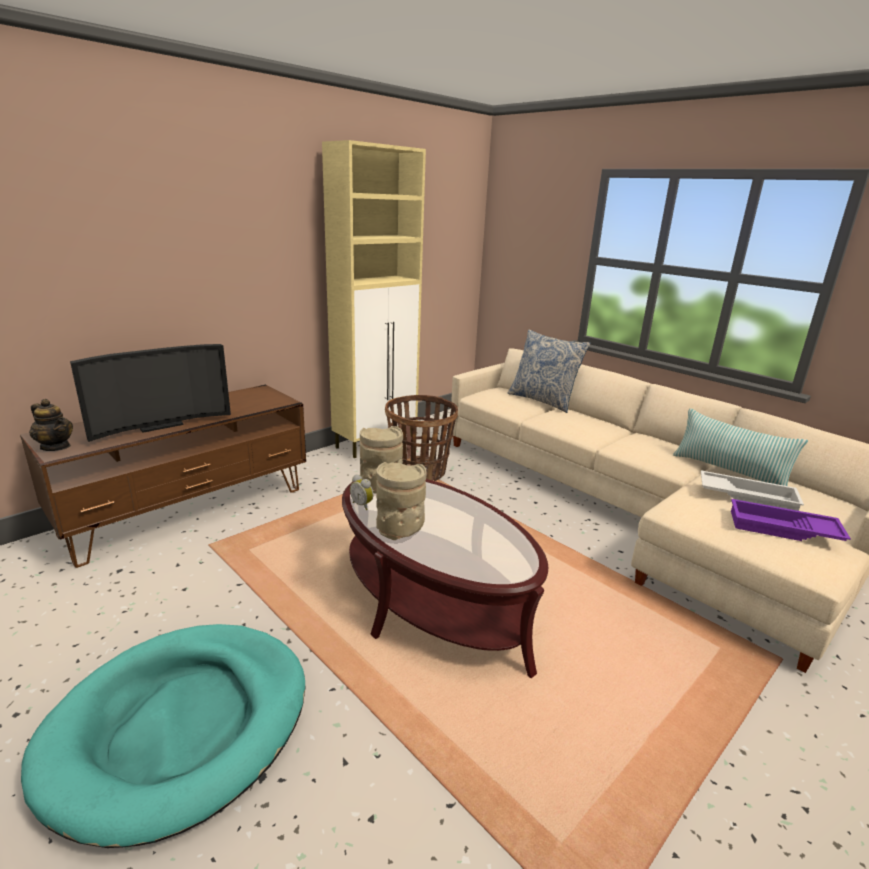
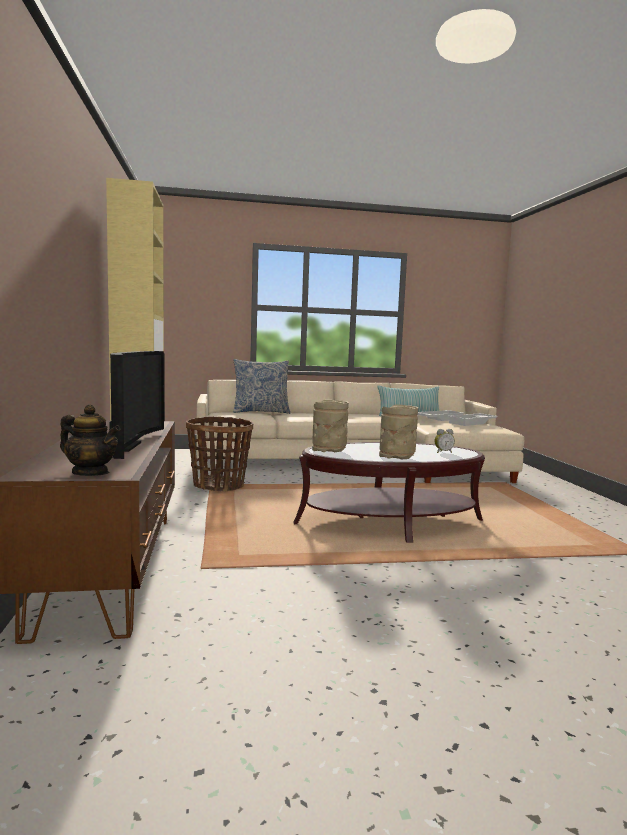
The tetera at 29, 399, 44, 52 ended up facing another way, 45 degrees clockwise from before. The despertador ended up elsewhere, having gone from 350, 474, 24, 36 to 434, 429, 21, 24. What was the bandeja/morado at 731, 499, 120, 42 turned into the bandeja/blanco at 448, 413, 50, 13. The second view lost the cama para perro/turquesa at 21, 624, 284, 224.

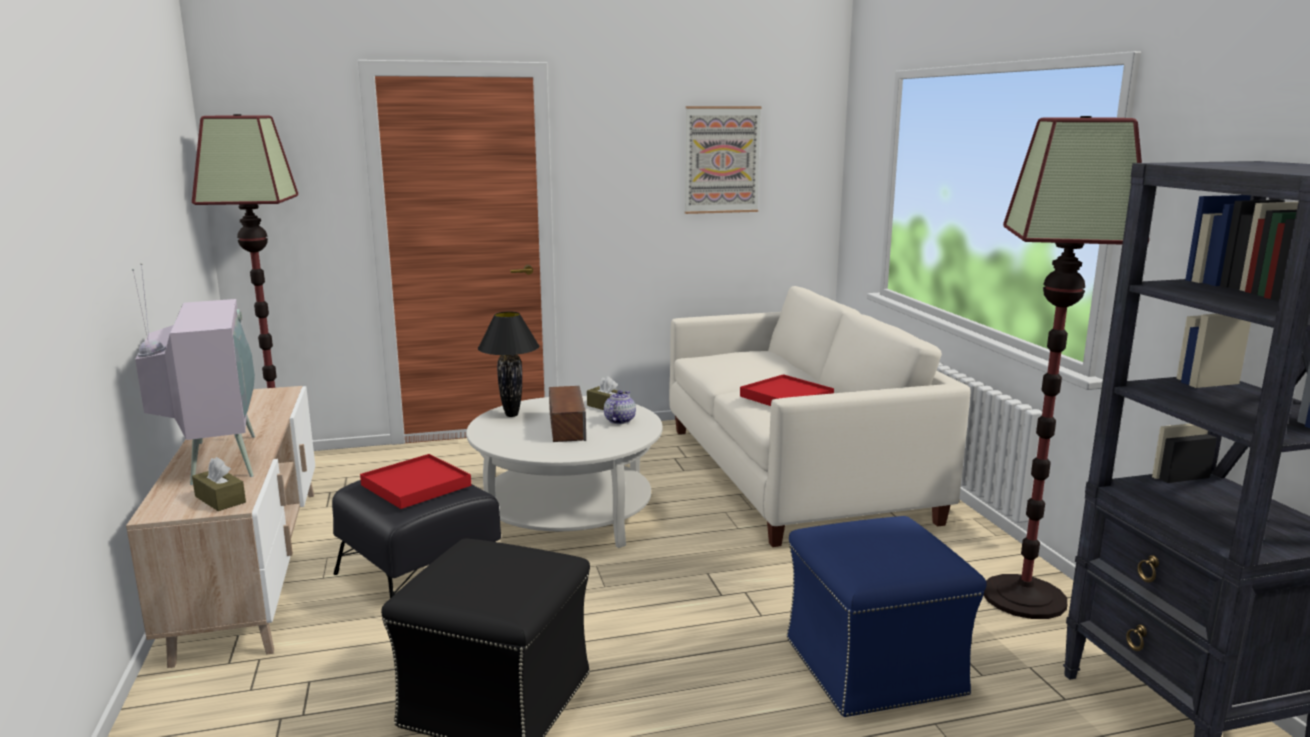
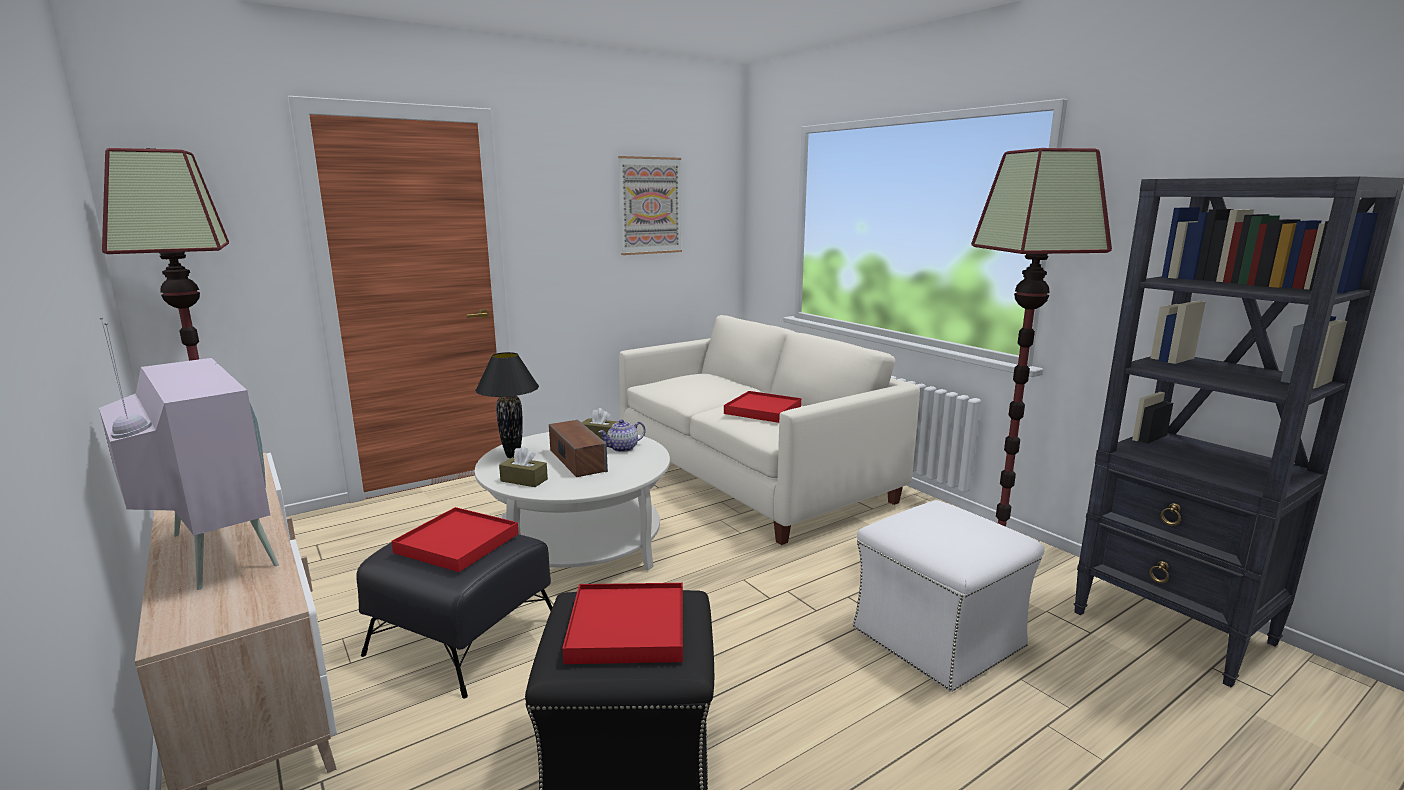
The caja de pañuelos/marrón ended up elsewhere, having gone from 192, 457, 54, 54 to 499, 446, 49, 41. The second view gained the bandeja/rojo at 563, 583, 120, 81. The tetera at 604, 390, 32, 34 ended up facing another way, 120 degrees counterclockwise from before. What was the puf/azul at 786, 516, 201, 201 turned into the puf/blanco at 853, 500, 192, 192.

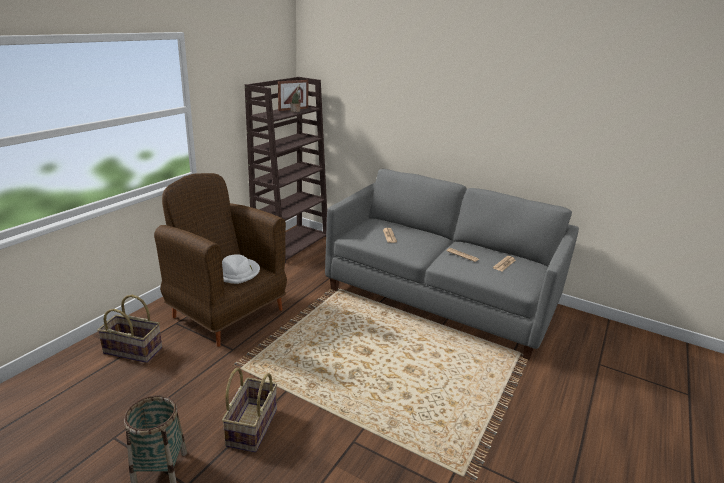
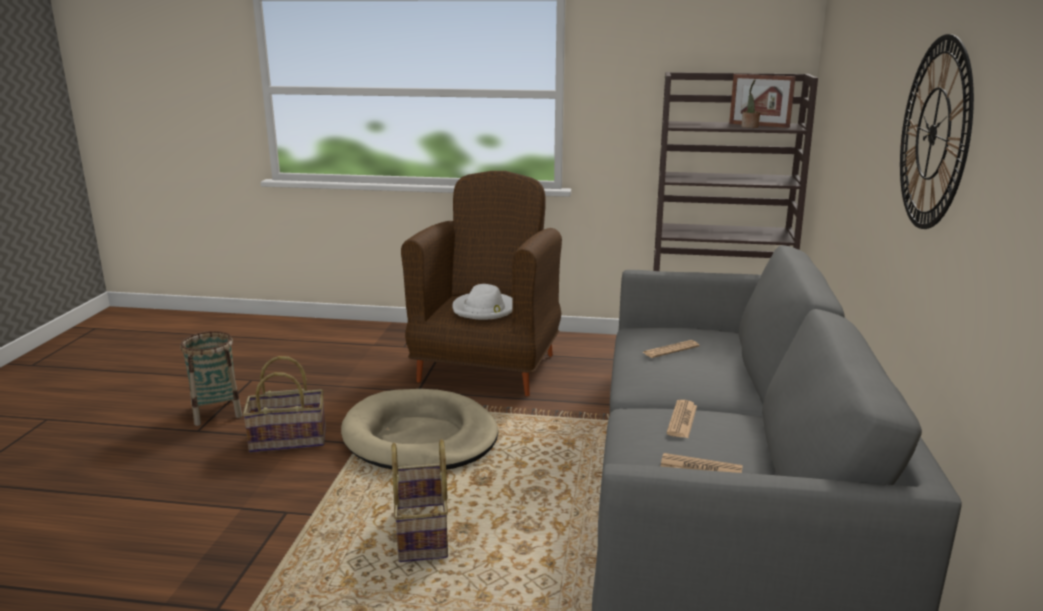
The second view gained the cama para perro/beis at 341, 389, 157, 81. The cesta ended up elsewhere, having gone from 97, 295, 65, 68 to 392, 439, 56, 123. The second view gained the reloj de pared at 900, 34, 74, 195.

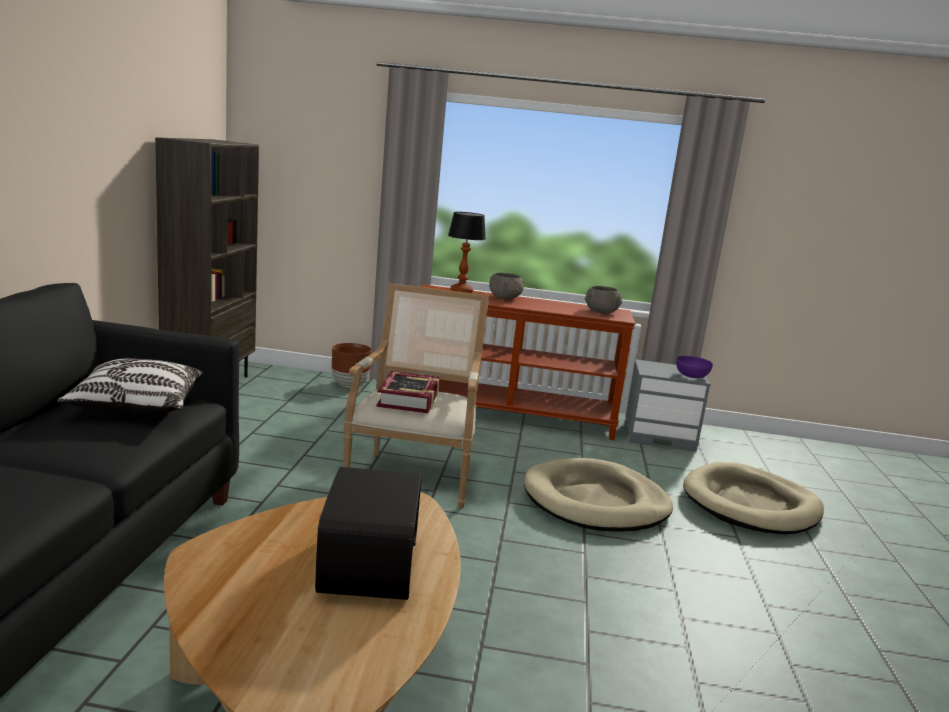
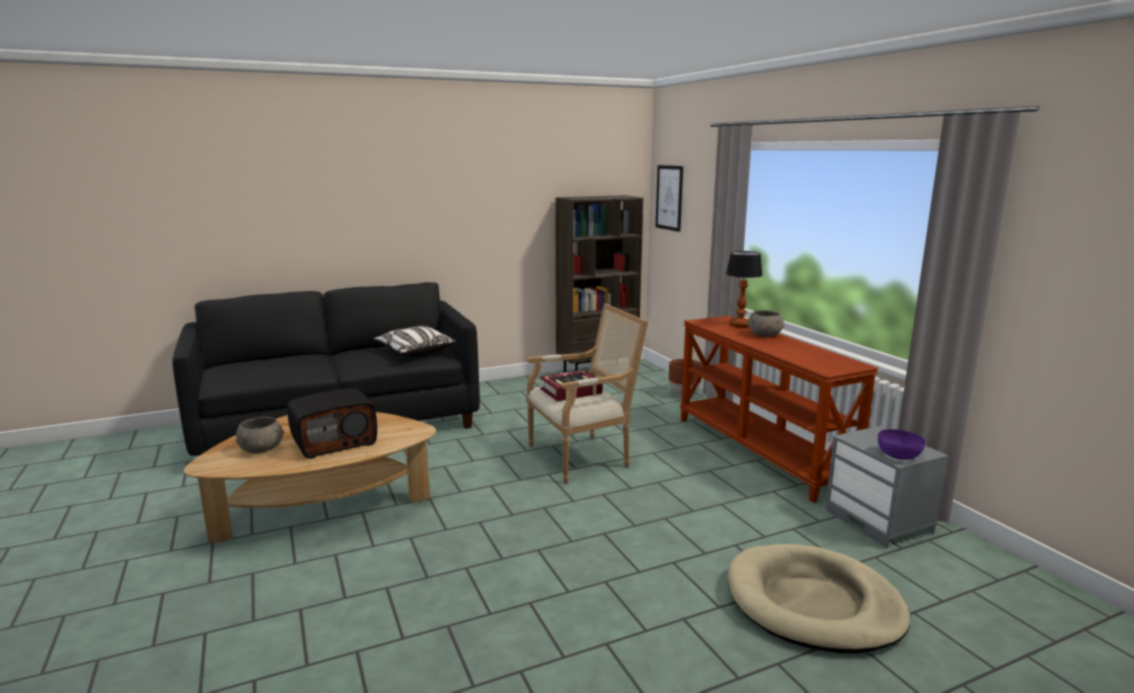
The cuenco/gris ended up elsewhere, having gone from 585, 286, 37, 28 to 235, 417, 49, 36. The second view gained the cuadro at 655, 165, 28, 67. The second view lost the cama para perro/beis at 524, 458, 149, 74.

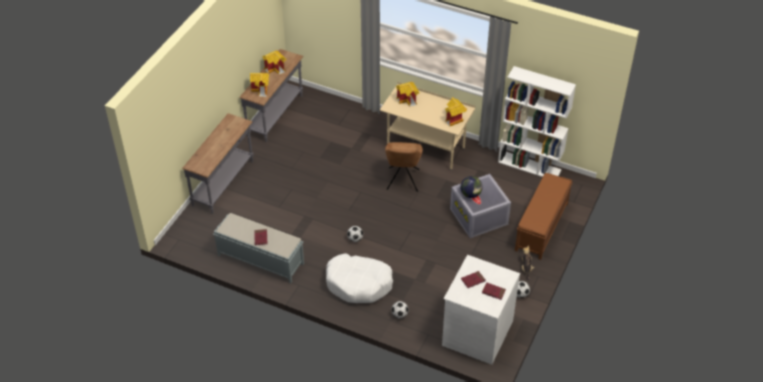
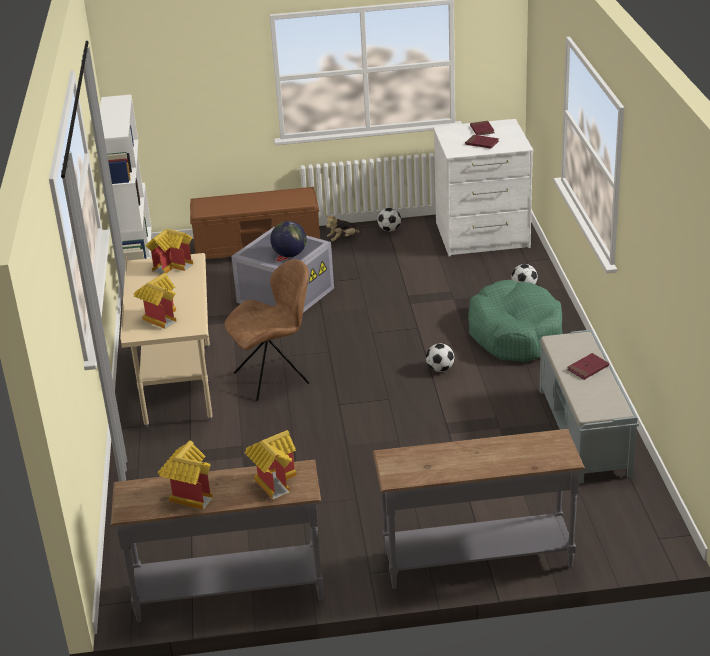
What was the cama para perro/blanco at 326, 253, 67, 50 turned into the cama para perro/verde at 468, 280, 95, 82.

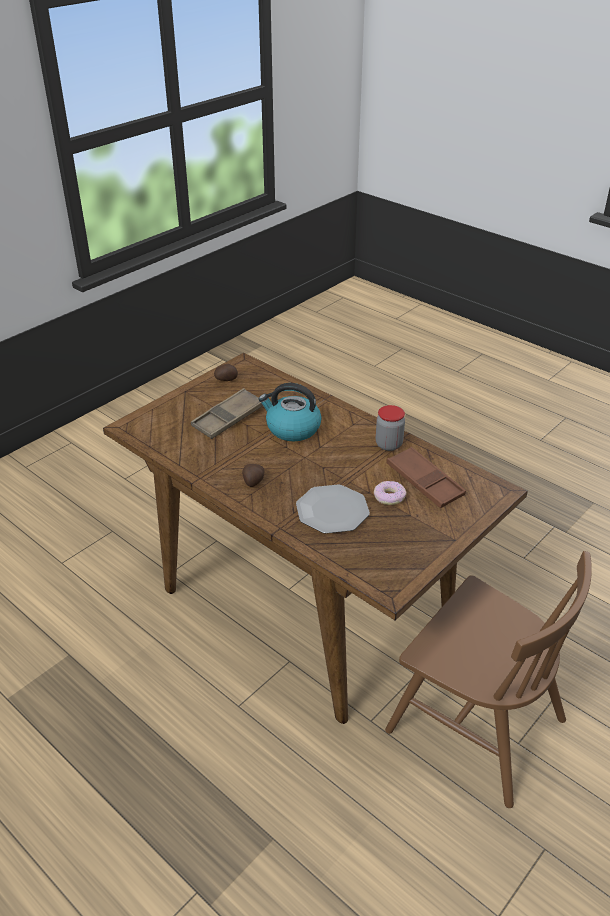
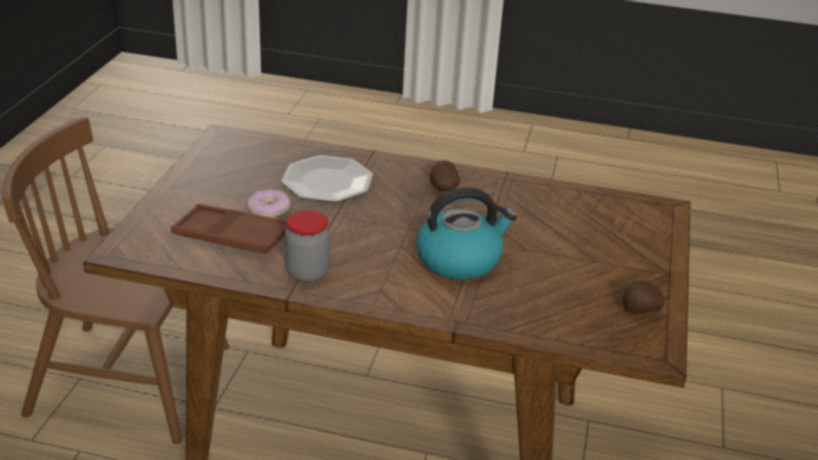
The second view lost the bandeja/marrón at 191, 388, 72, 51.

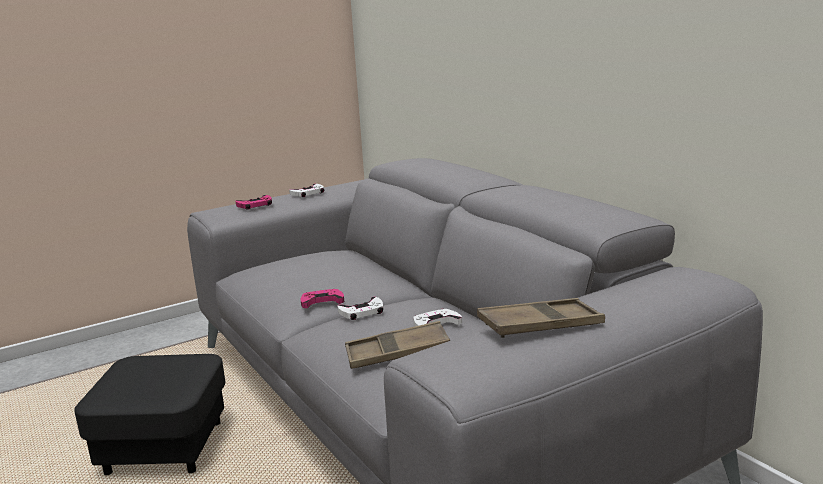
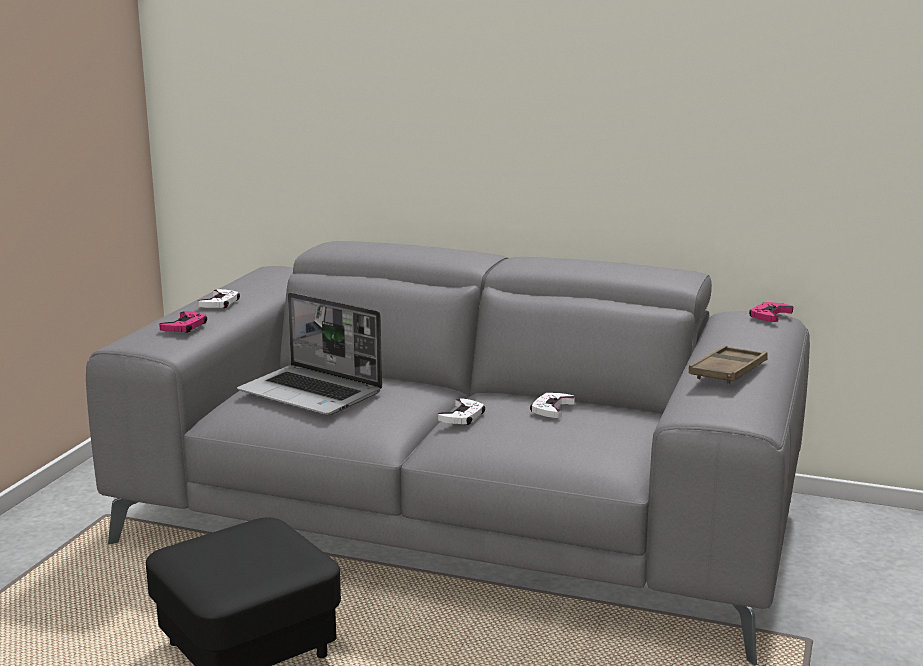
The second view gained the portátil at 237, 292, 145, 123. The mando de consola/rosa ended up elsewhere, having gone from 300, 289, 44, 19 to 749, 302, 44, 20. The second view lost the bandeja/marrón at 345, 321, 105, 48.

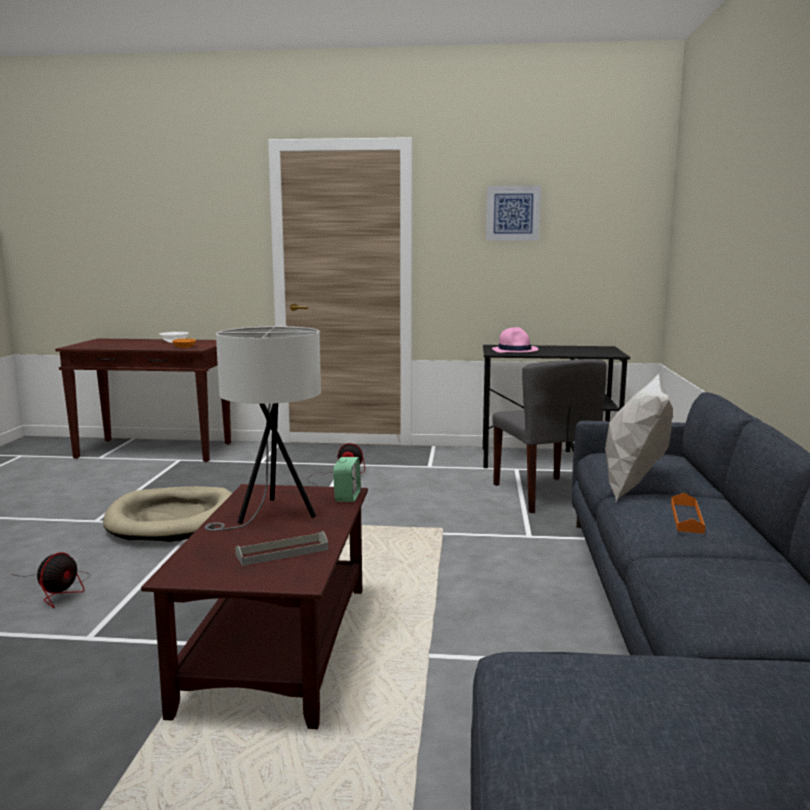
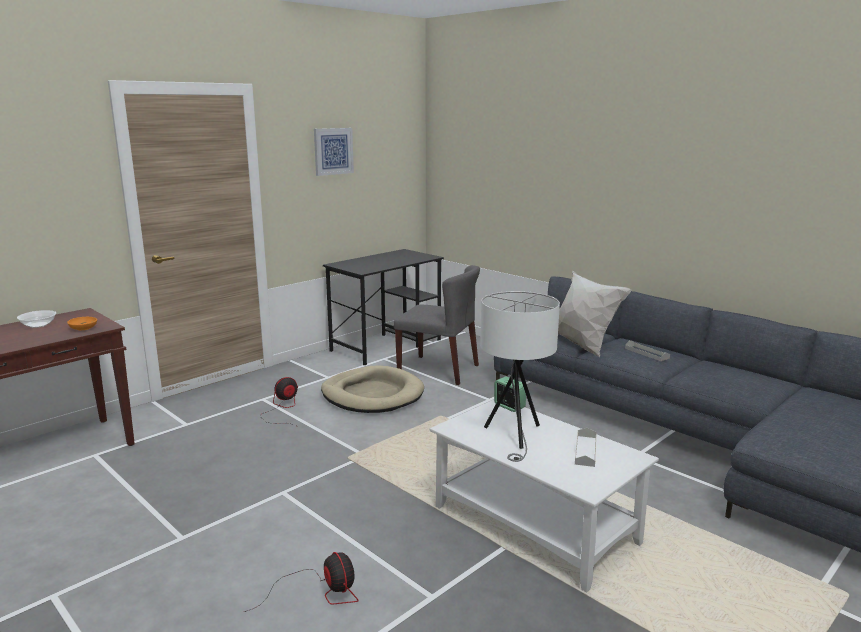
The cama para perro/beis ended up elsewhere, having gone from 103, 486, 129, 56 to 321, 365, 103, 48. What was the mesa de centro/marrón at 141, 484, 227, 245 turned into the mesa de centro/blanco at 430, 399, 229, 193. What was the bandeja/naranja at 671, 493, 34, 41 turned into the bandeja/gris at 625, 340, 45, 21. The second view lost the sombrero/rosa at 492, 327, 46, 26.

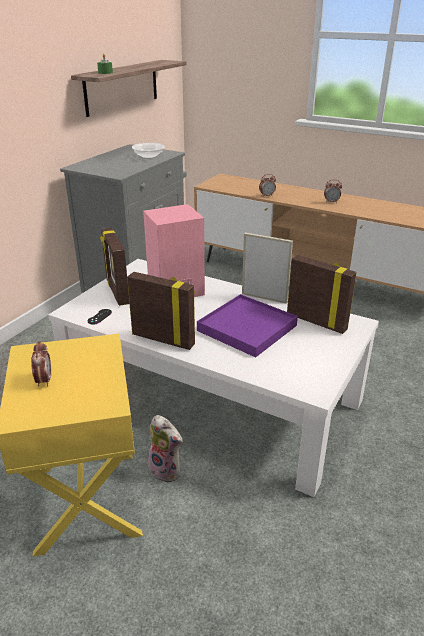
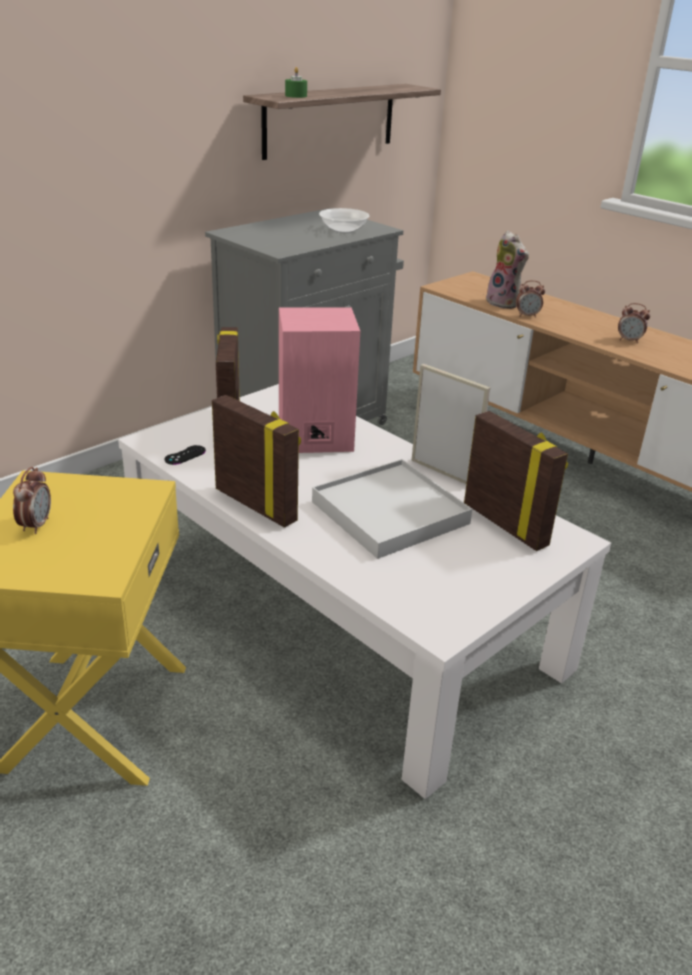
What was the bandeja/morado at 197, 294, 101, 63 turned into the bandeja/blanco at 312, 459, 160, 100. The peluche ended up elsewhere, having gone from 148, 415, 35, 68 to 485, 231, 44, 78.

